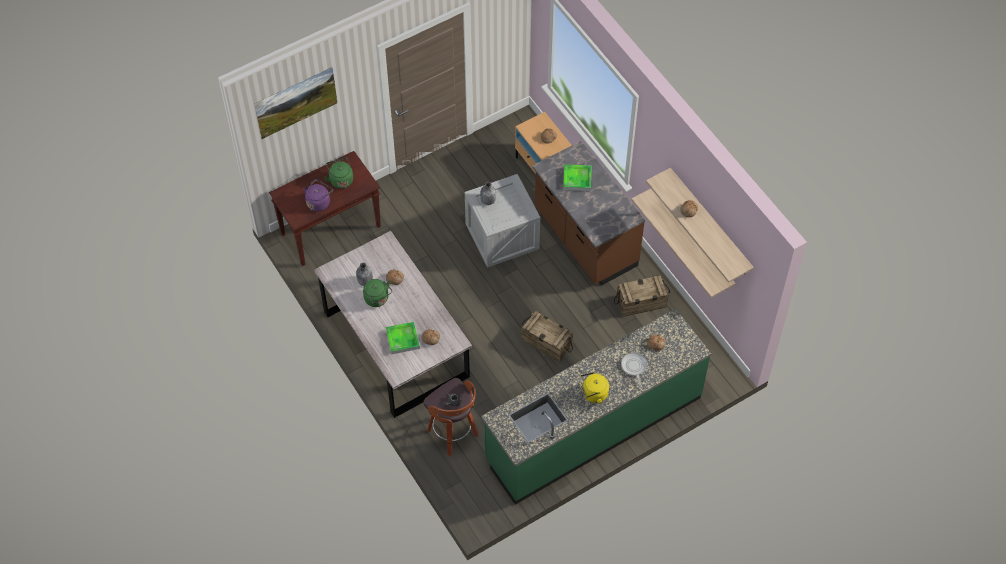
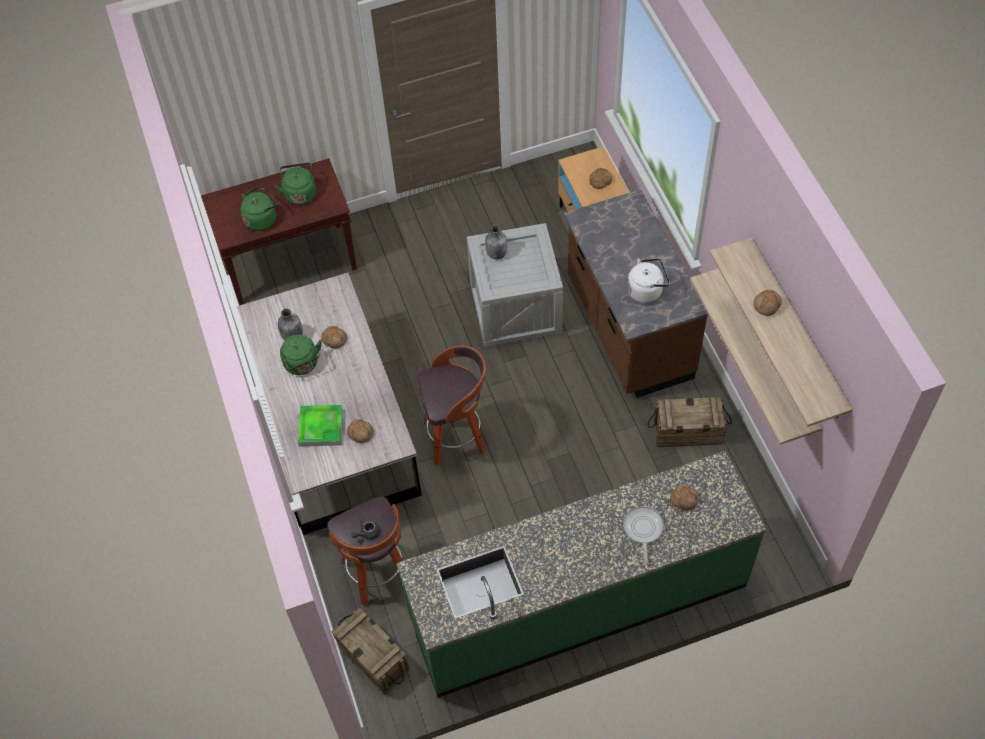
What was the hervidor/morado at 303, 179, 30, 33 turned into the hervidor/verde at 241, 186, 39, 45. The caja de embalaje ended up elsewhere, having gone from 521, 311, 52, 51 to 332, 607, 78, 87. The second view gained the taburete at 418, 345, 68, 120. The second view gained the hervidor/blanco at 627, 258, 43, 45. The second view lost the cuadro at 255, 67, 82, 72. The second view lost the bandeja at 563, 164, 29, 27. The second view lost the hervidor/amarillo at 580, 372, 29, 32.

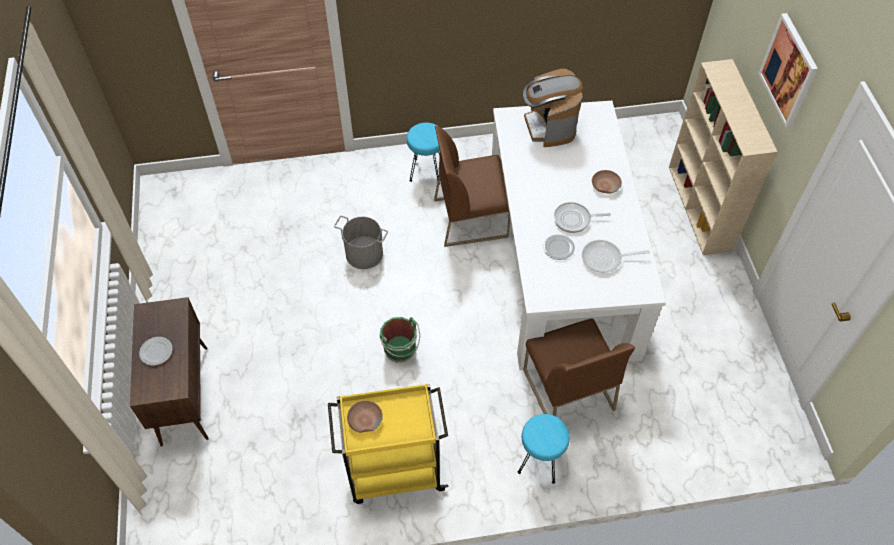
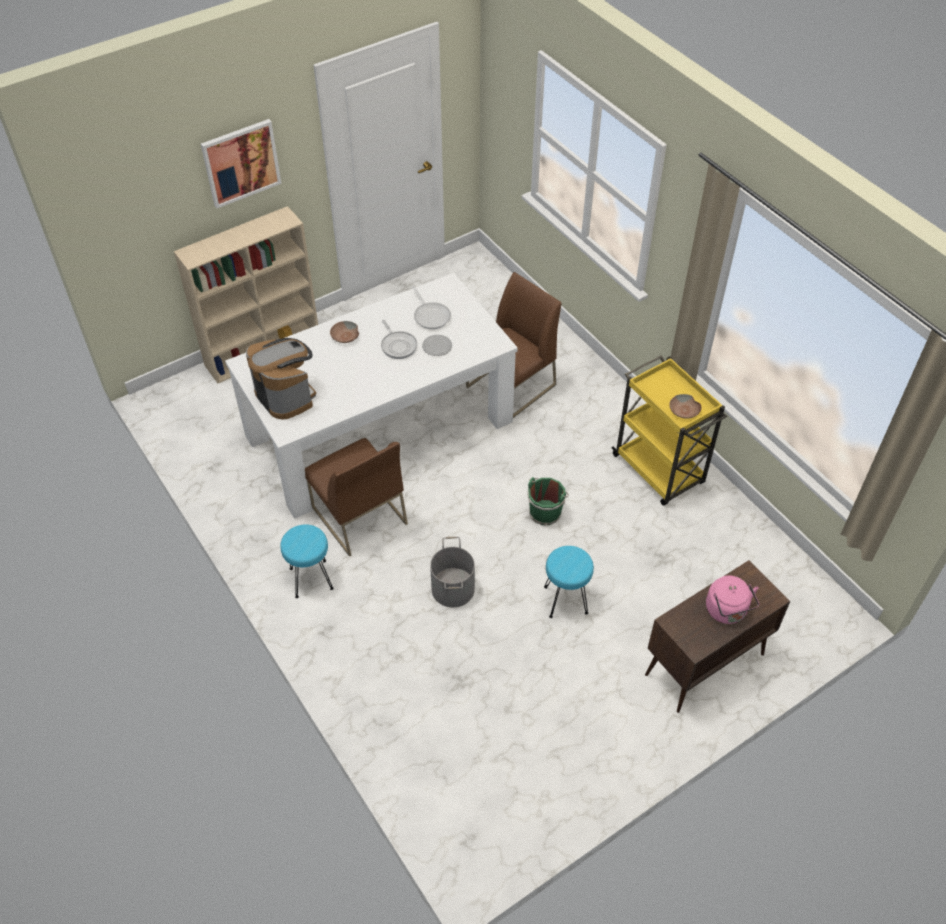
The cafetera at 523, 69, 60, 78 ended up facing another way, 90 degrees counterclockwise from before. The taburete/turquesa ended up elsewhere, having gone from 518, 414, 52, 70 to 544, 546, 50, 72. Where the plato stood at 139, 337, 34, 29, the hervidor/rosa came to stand at 706, 576, 53, 48.

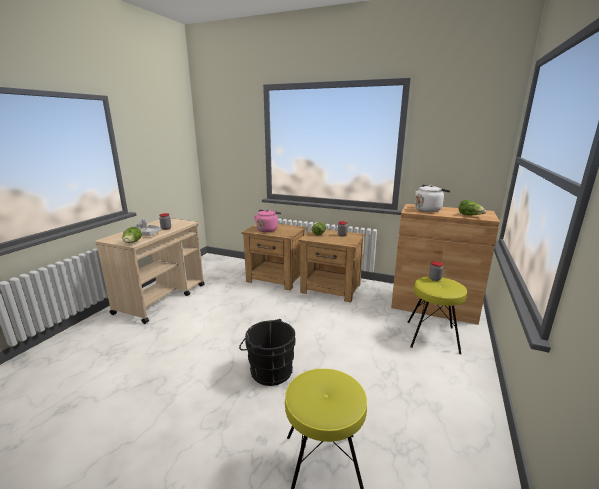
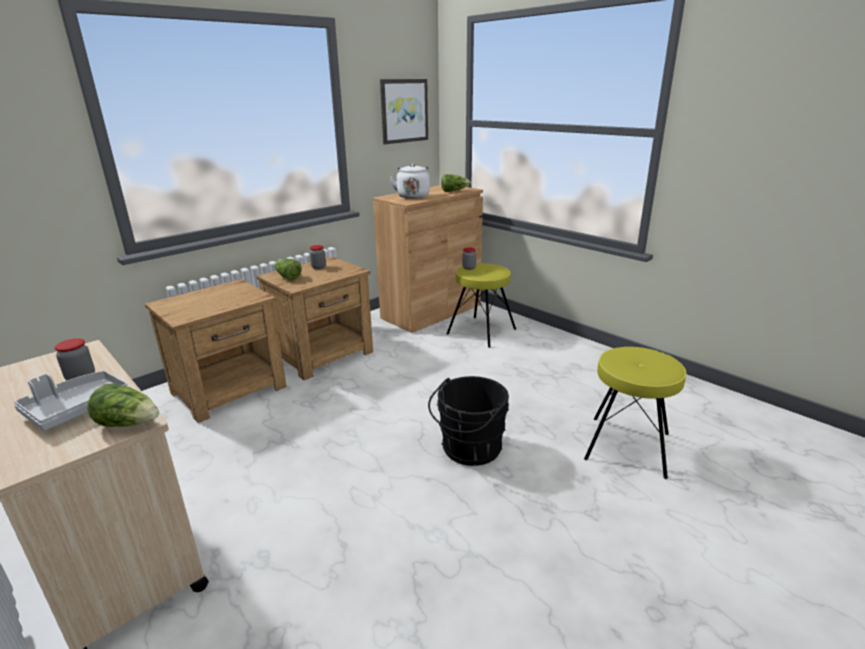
The second view gained the cuadro at 380, 79, 48, 65. The second view lost the hervidor/rosa at 254, 210, 27, 22.

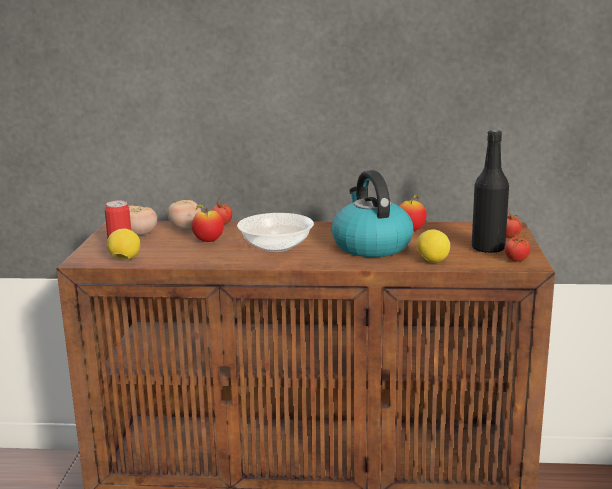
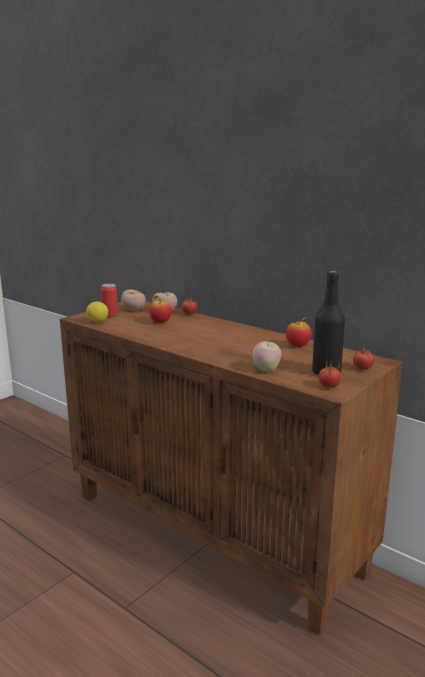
Where the limón stood at 416, 229, 34, 33, the manzana came to stand at 252, 339, 29, 33. The second view lost the cuenco at 237, 213, 77, 39. The second view lost the hervidor at 331, 170, 82, 87.

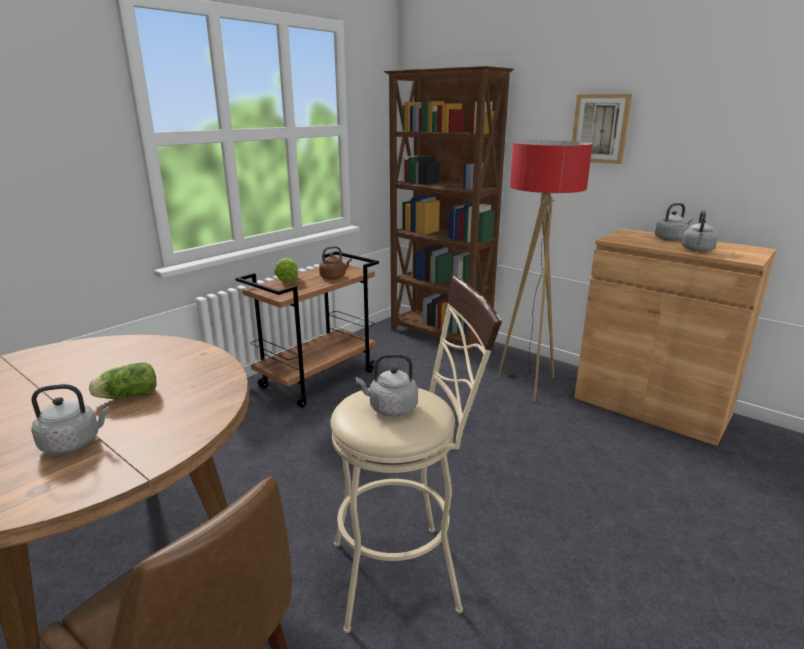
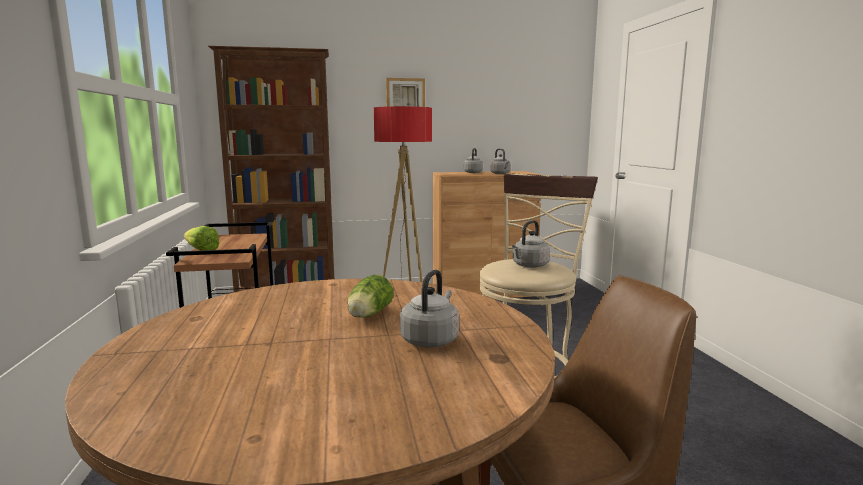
The second view lost the hervidor/marrón at 319, 246, 33, 33.

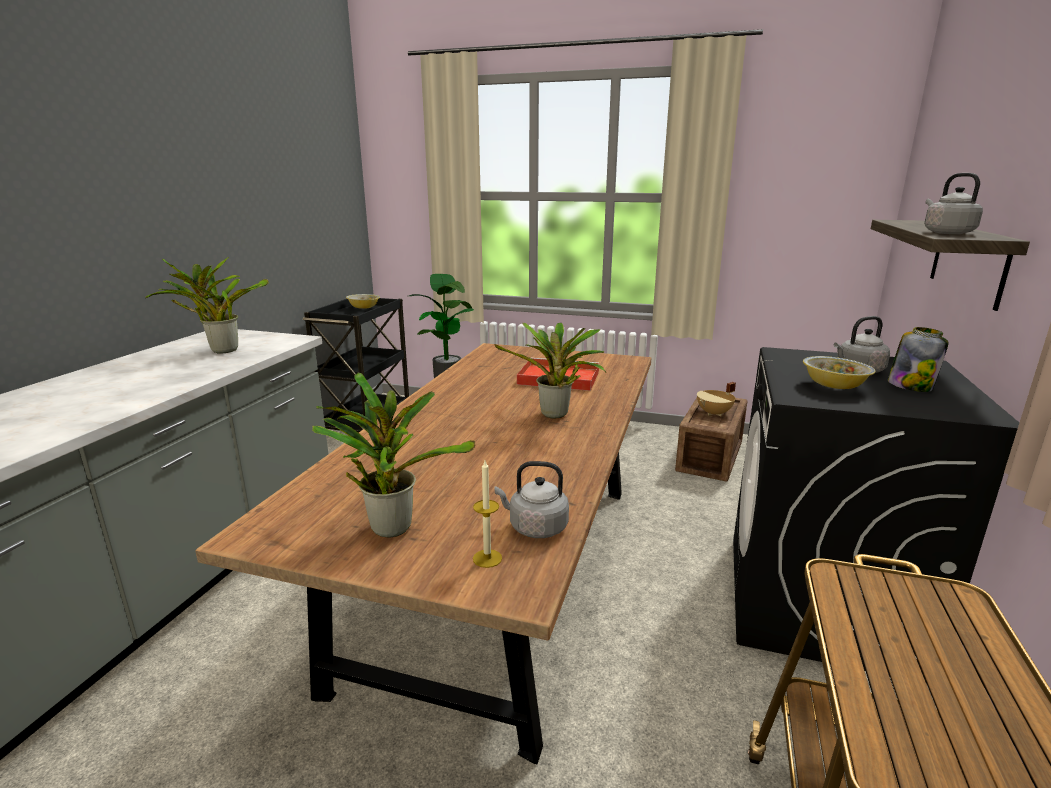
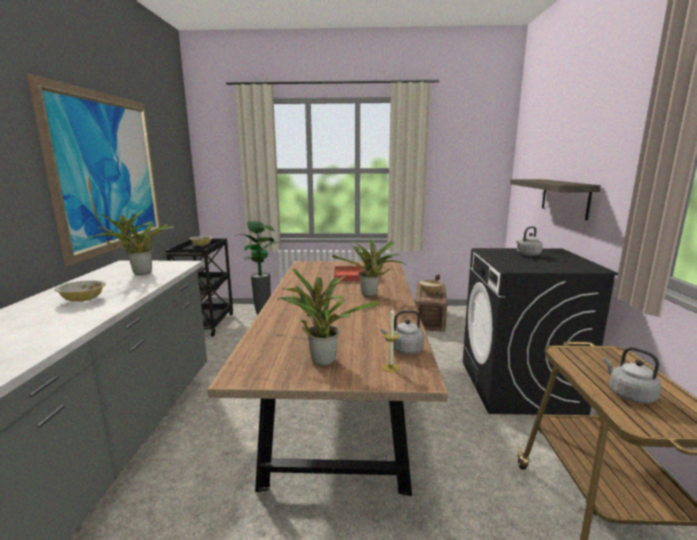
The second view gained the cuadro at 27, 74, 134, 193. The cuenco ended up elsewhere, having gone from 803, 356, 72, 33 to 54, 280, 52, 22. The hervidor/gris ended up elsewhere, having gone from 924, 173, 59, 61 to 604, 347, 57, 57. The second view lost the tarro at 888, 327, 61, 65.

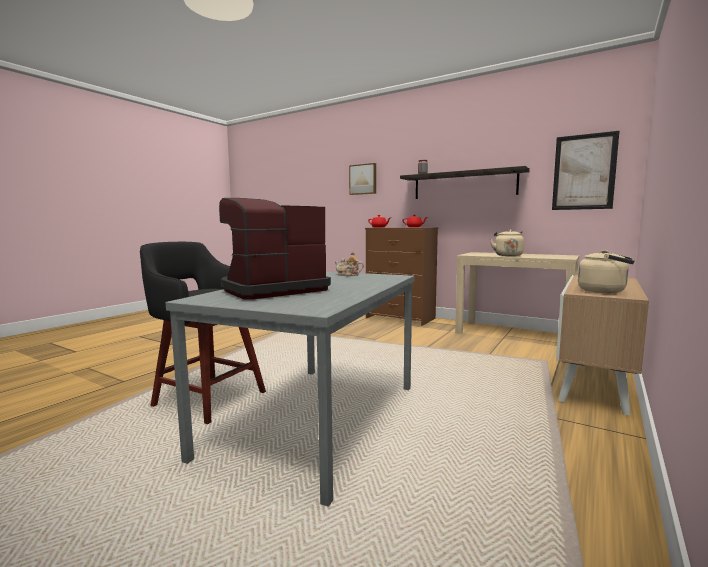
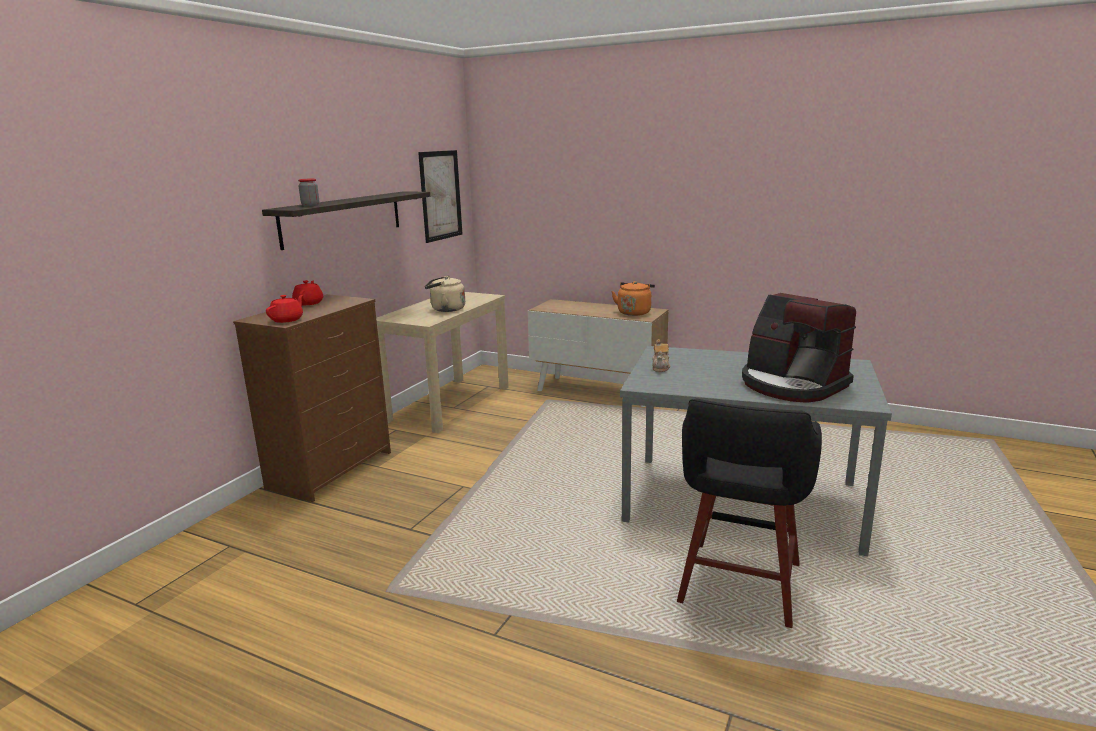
What was the hervidor/beis at 578, 250, 57, 43 turned into the hervidor/naranja at 611, 281, 44, 35. The second view lost the cuadro at 349, 163, 27, 32.

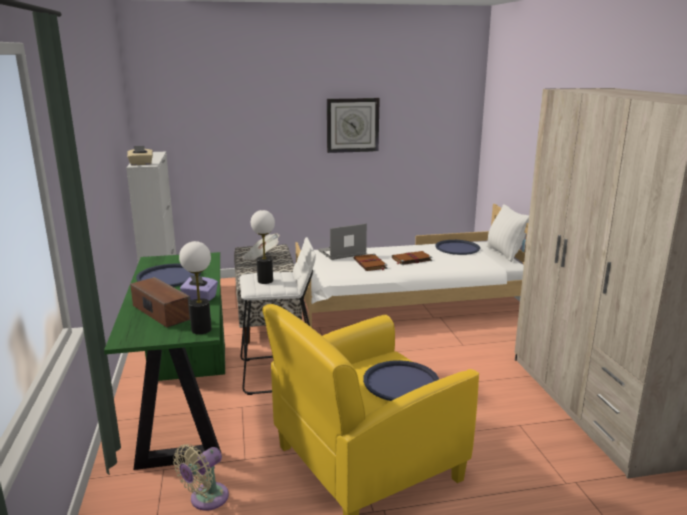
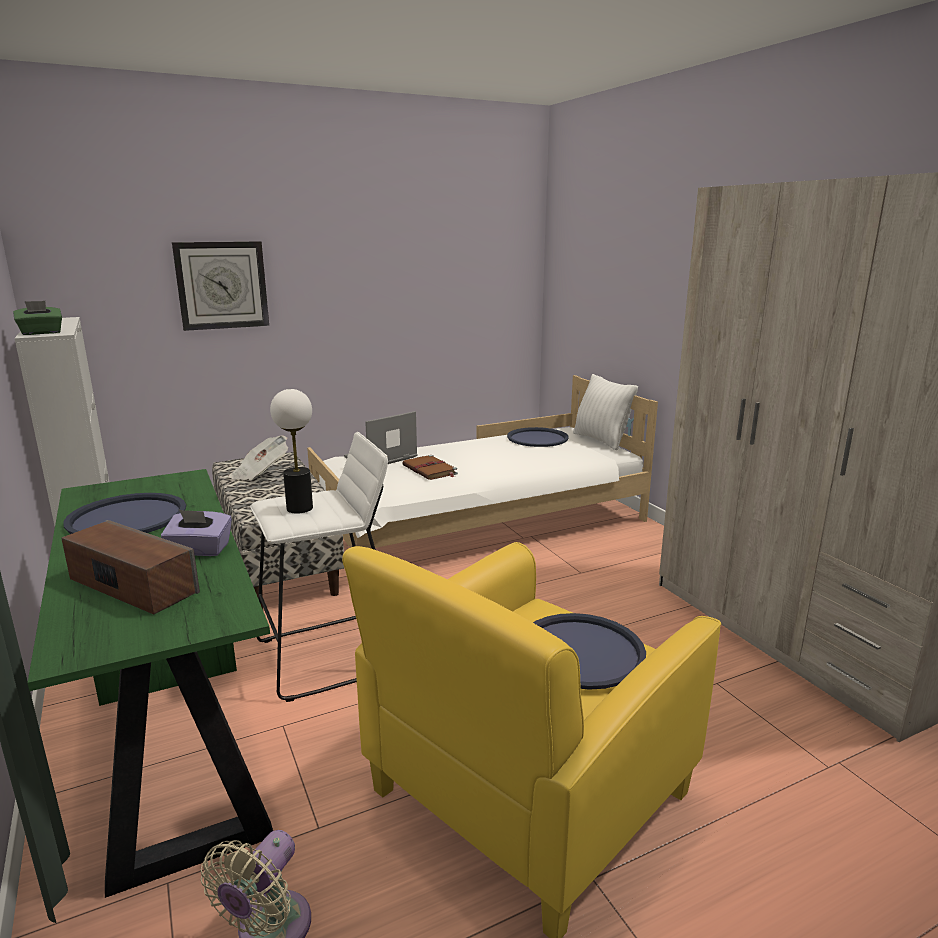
What was the caja de pañuelos/beis at 127, 146, 26, 19 turned into the caja de pañuelos/verde at 13, 301, 49, 34. The reloj de pared ended up elsewhere, having gone from 327, 98, 53, 55 to 172, 241, 97, 90. The second view lost the lámpara de mesa at 179, 241, 33, 93. The second view lost the libro/marrón at 392, 251, 40, 14.

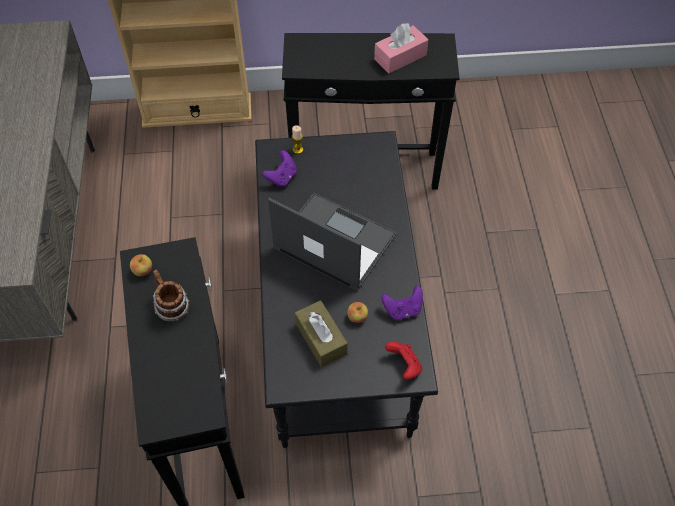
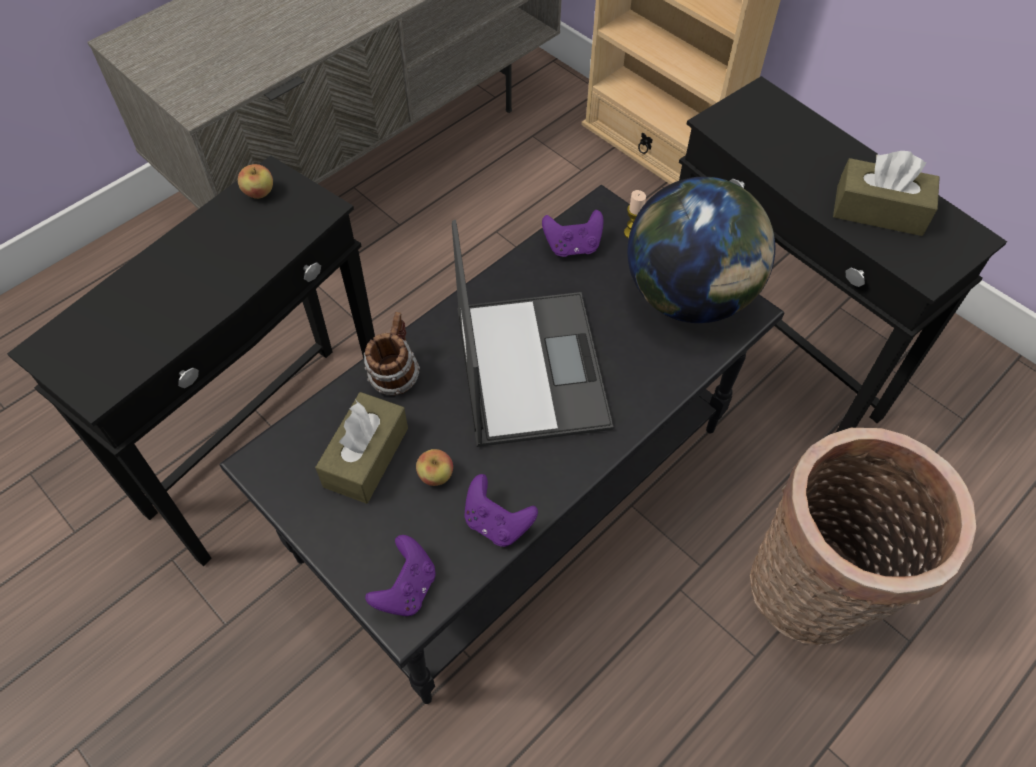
The taza grande ended up elsewhere, having gone from 153, 270, 37, 51 to 364, 312, 56, 83. What was the mando de consola/rojo at 385, 341, 37, 39 turned into the mando de consola/morado at 365, 535, 71, 81. The second view gained the globo terráqueo at 627, 177, 148, 146. The second view gained the cesta at 750, 428, 226, 217. What was the caja de pañuelos/rosa at 374, 23, 55, 50 turned into the caja de pañuelos/marrón at 833, 151, 107, 85.

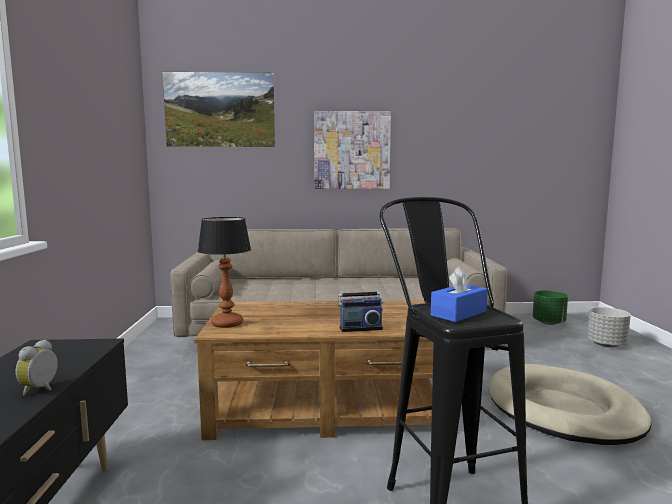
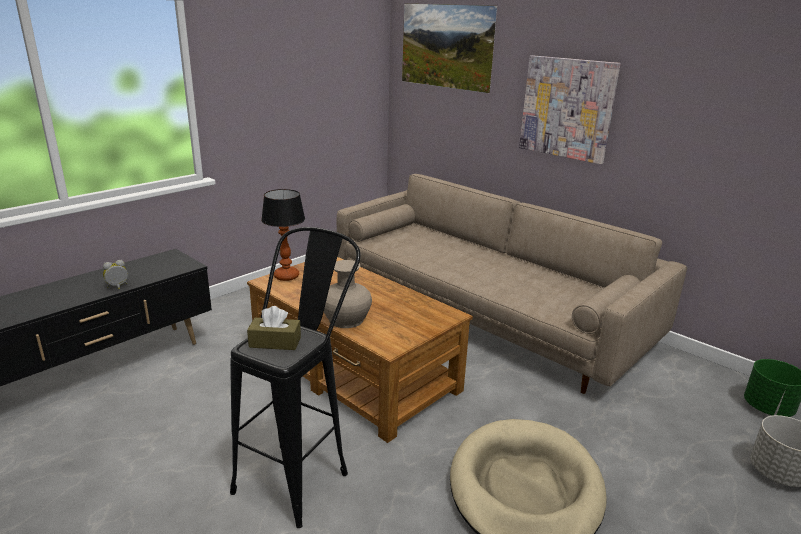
What was the caja de pañuelos/azul at 431, 267, 57, 55 turned into the caja de pañuelos/marrón at 247, 306, 54, 44. Where the radio stood at 338, 275, 45, 57, the florero/beis came to stand at 324, 260, 48, 68.

